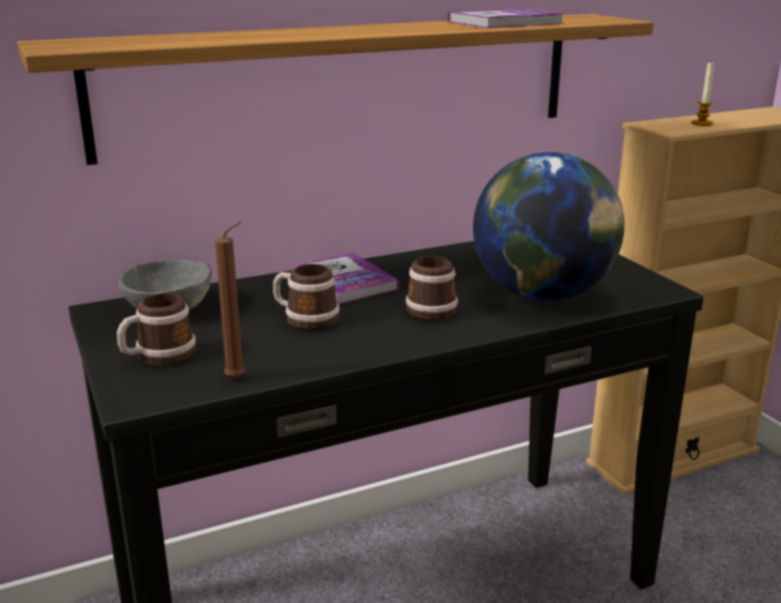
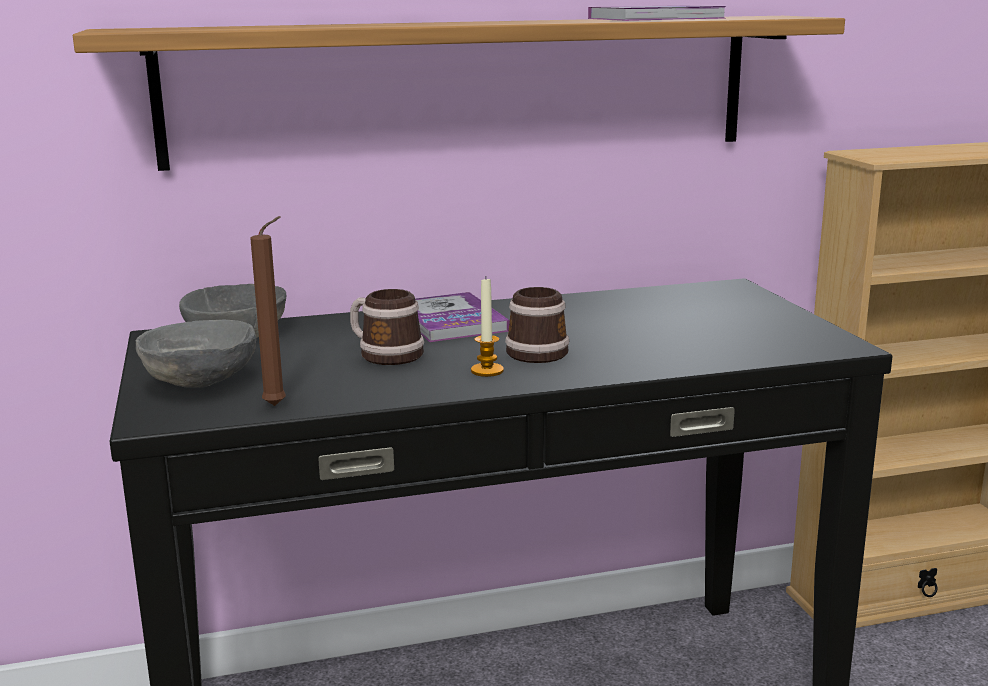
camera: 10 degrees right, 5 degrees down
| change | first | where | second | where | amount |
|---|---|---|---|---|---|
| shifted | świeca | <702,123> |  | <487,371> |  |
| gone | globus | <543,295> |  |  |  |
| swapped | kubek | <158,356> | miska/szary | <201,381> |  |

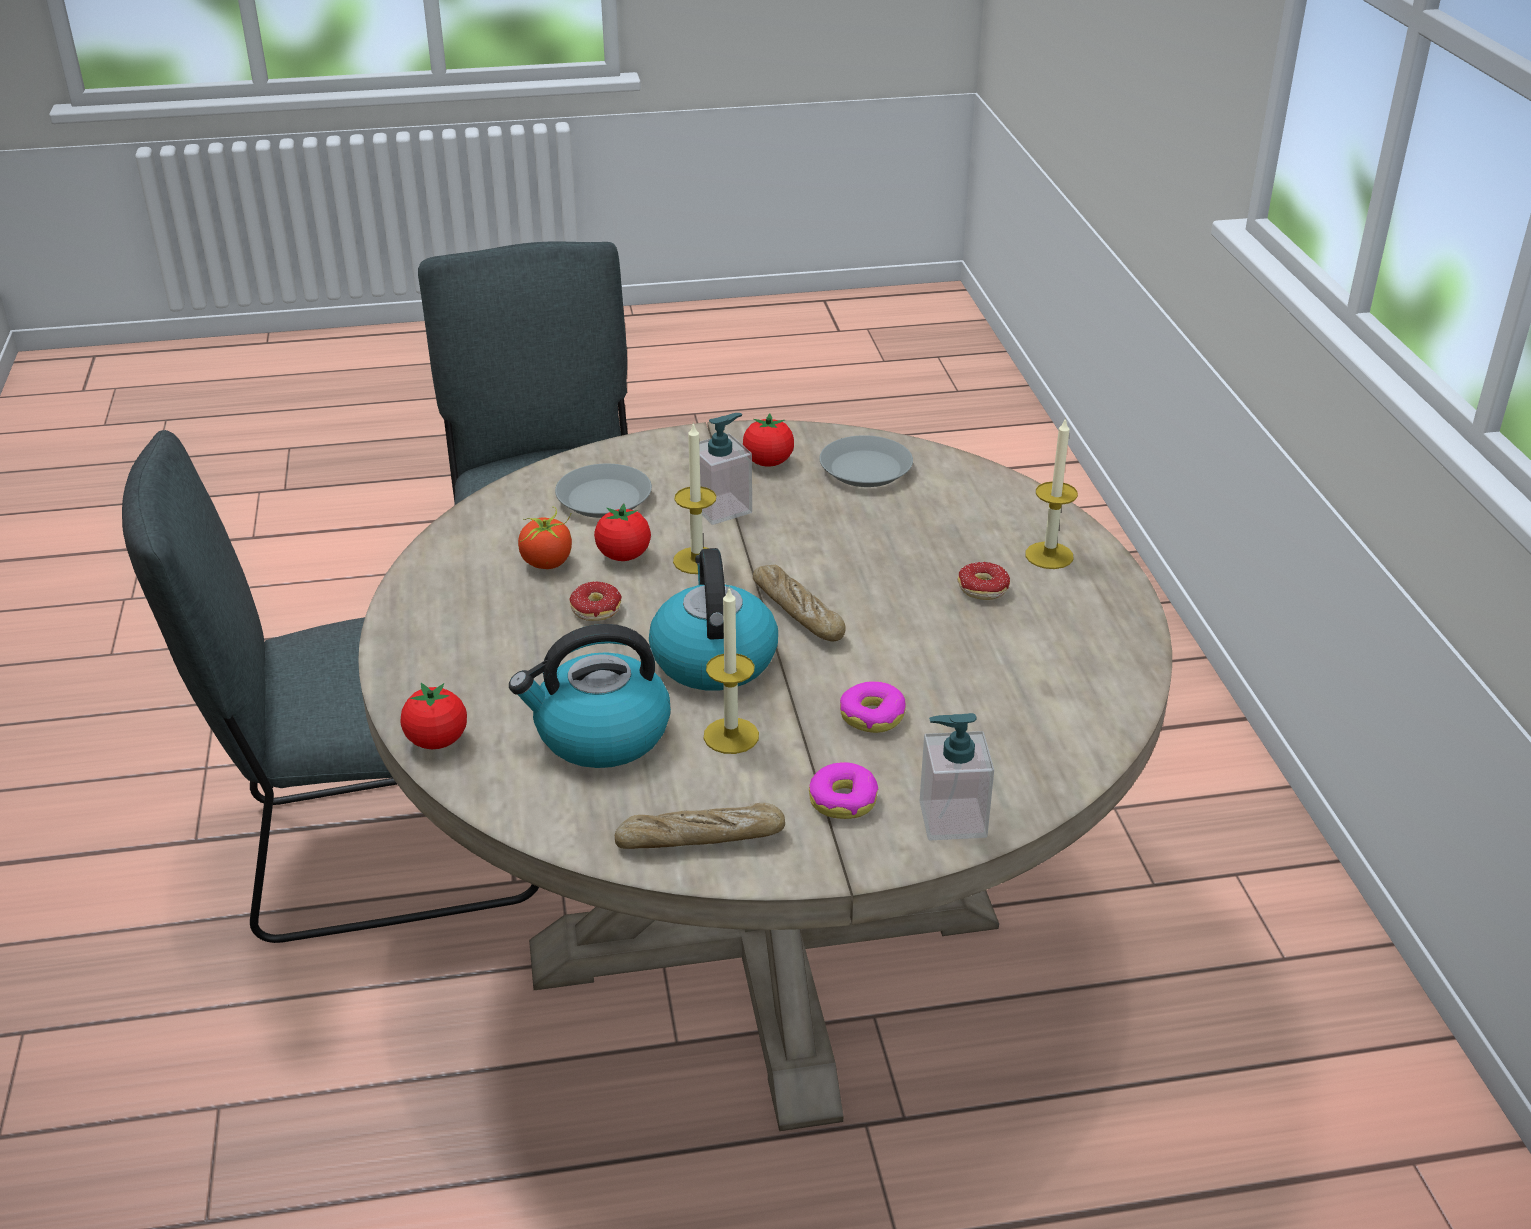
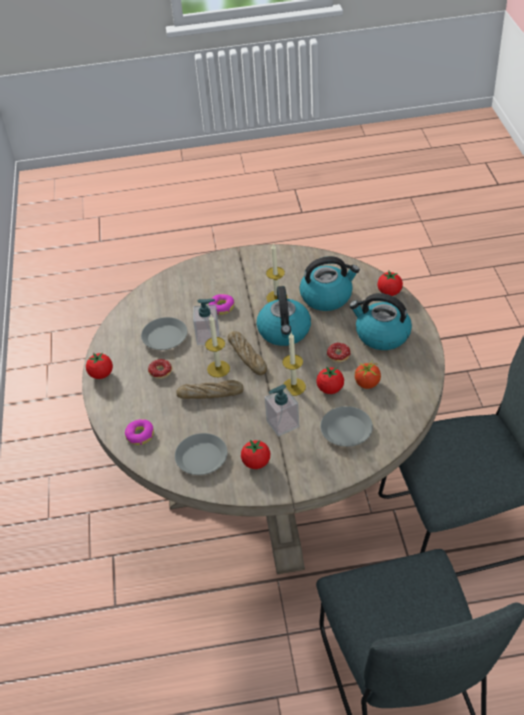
camera: 175 degrees left, 10 degrees up
| change | first | where | second | where | amount |
|---|---|---|---|---|---|
| shifted | świeca | <1049,555> |  | <218,369> |  |
| shifted | dozownik mydła | <952,819> |  | <208,336> |  |
| shifted | donut | <843,800> |  | <140,435> |  |
| shifted | chleb | <700,839> |  | <210,394> |  |
| new |  |  | czajnik | <381,335> |  |
| new |  |  | talerz/szary | <164,337> |  |
| new |  |  | pomidor | <101,374> |  |

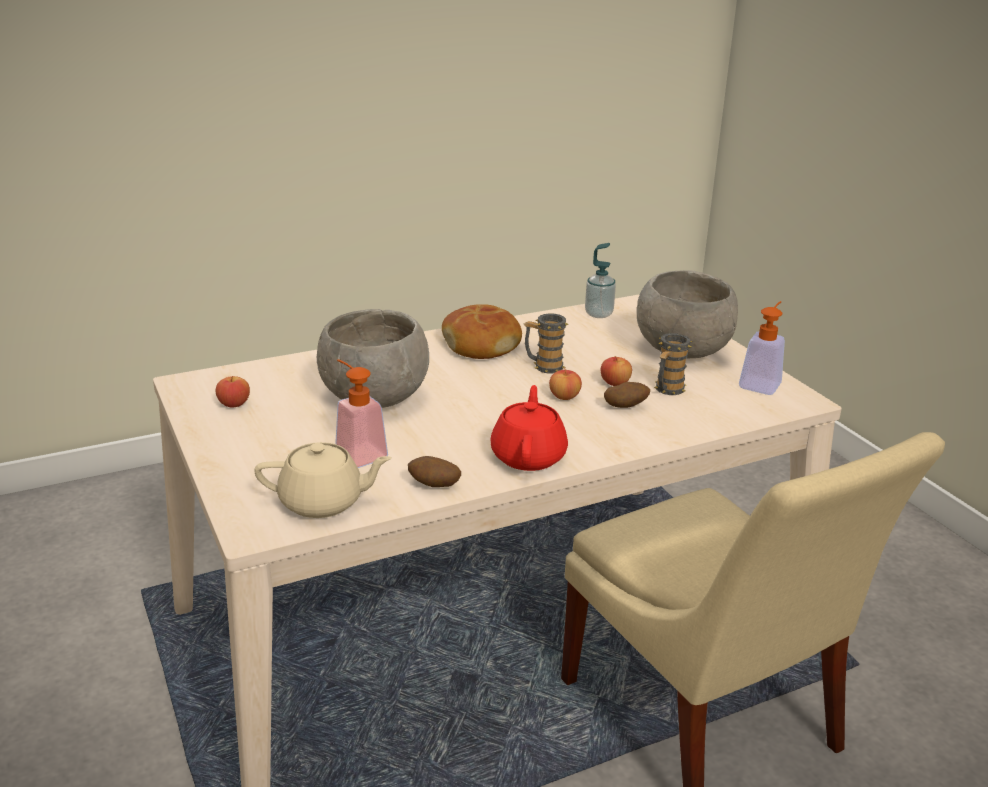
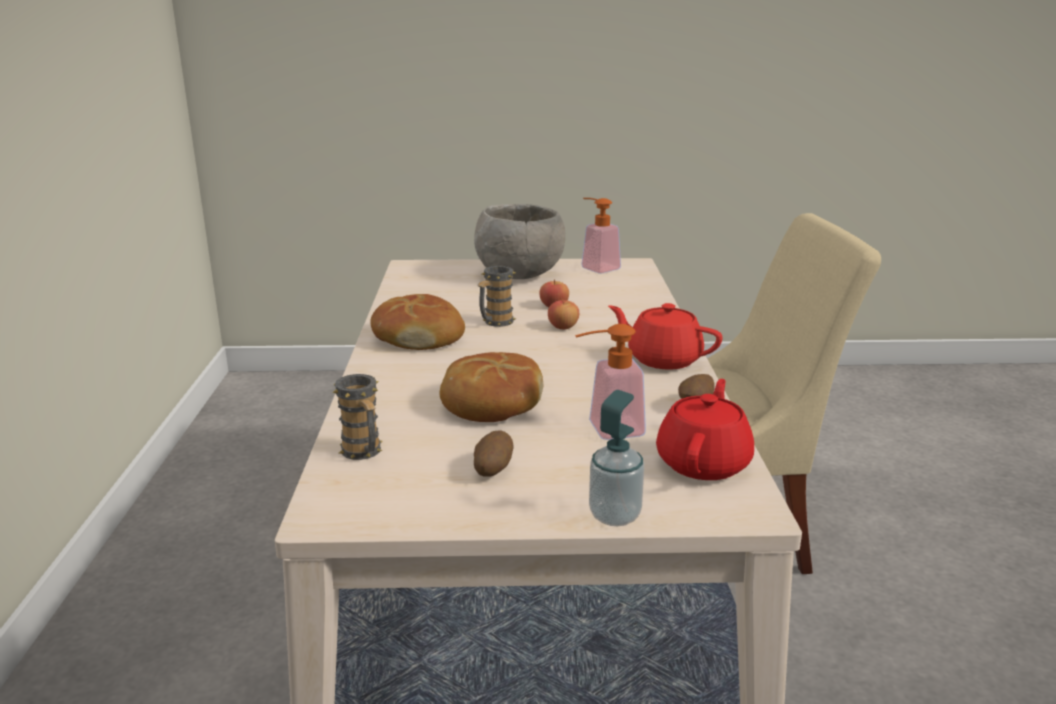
camera: 65 degrees left, 5 degrees down
| change | first | where | second | where | amount |
|---|---|---|---|---|---|
| shifted | dozownik mydła | <598,314> |  | <615,516> |  |
| swapped | miska/szary | <375,398> | chleb | <491,403> |  |
| shifted | kubek | <667,390> |  | <364,453> |  |
| gone | jabłko | <234,404> |  |  |  |
| shifted | ziemniak | <625,407> |  | <492,470> |  |
| repainted | imbryk/beżowy | <323,502> | imbryk/czerwony | <704,462> |  |

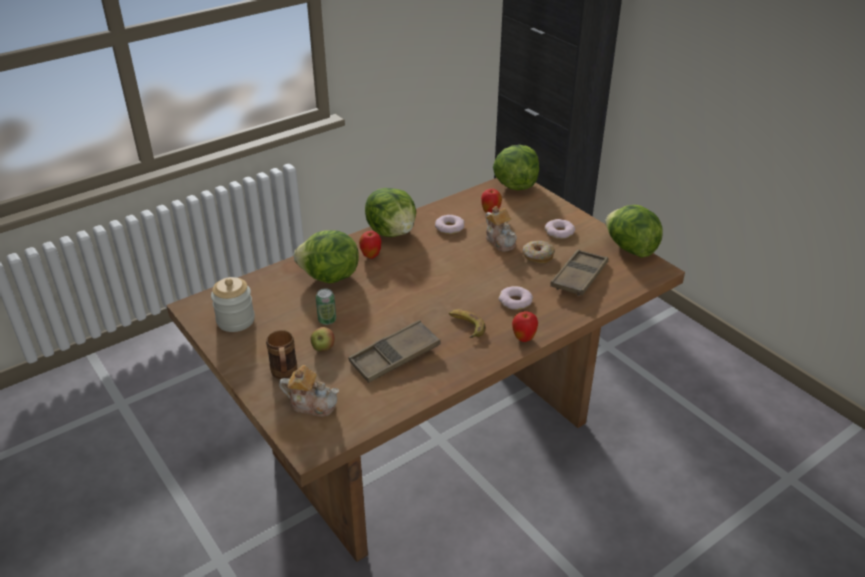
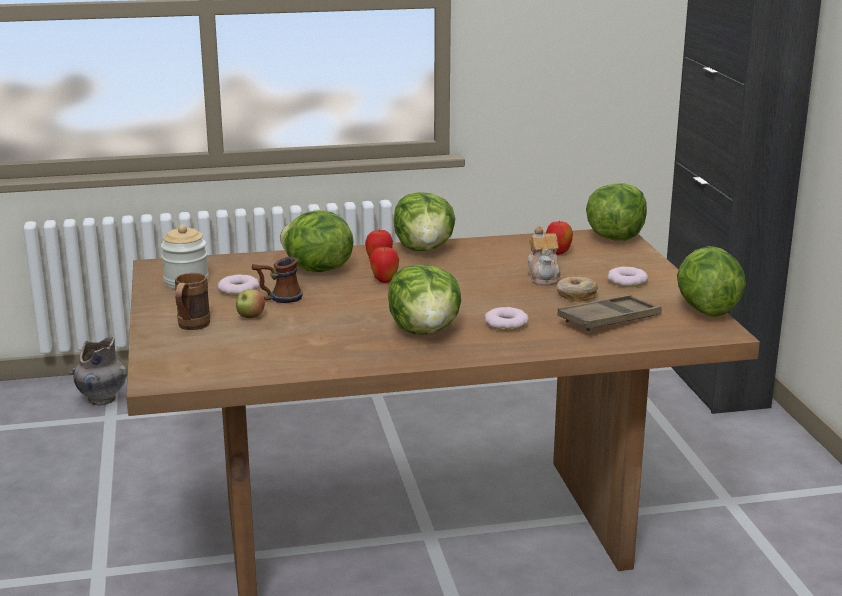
camera: 25 degrees right, 15 degrees down
| change | first | where | second | where | amount |
|---|---|---|---|---|---|
| shifted | donut | <449,227> |  | <238,290> |  |
| swapped | puszka | <327,320> | kubek | <278,298> |  |
| swapped | banan | <466,326> | sałata | <425,331> |  |
| shifted | jabłko | <523,338> |  | <384,281> |  |
| gone | taca/brązowy | <395,356> |  |  |  |
| gone | imbryk | <312,404> |  |  |  |
| new |  |  | wazon/szary | <101,399> |  |

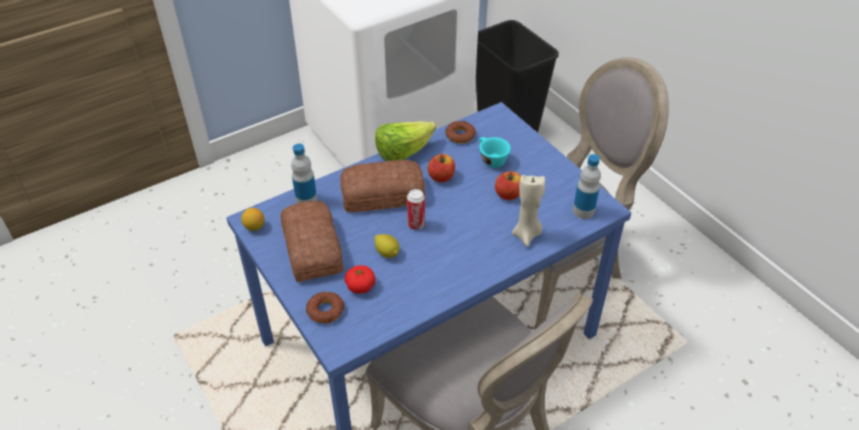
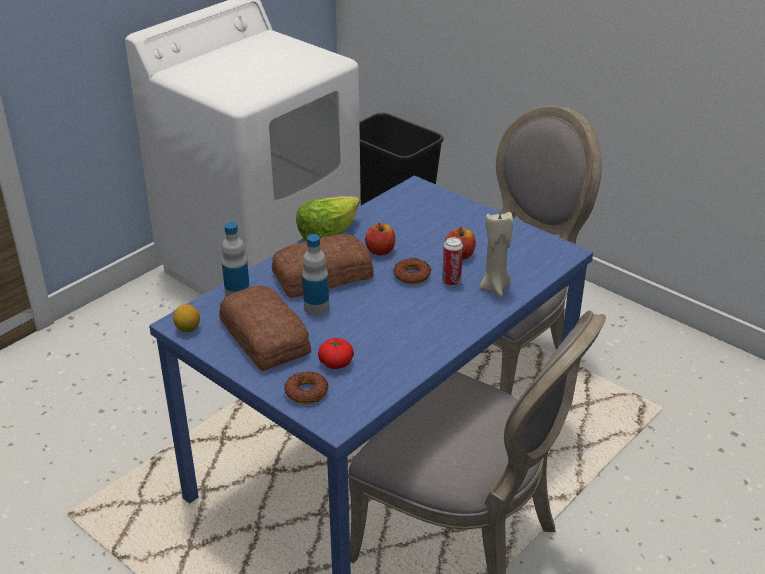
camera: 15 degrees left, 10 degrees down
| change | first | where | second | where | amount |
|---|---|---|---|---|---|
| shifted | donut | <460,135> |  | <412,275> |  |
| gone | filiżanka/turkusowy | <490,159> |  |  |  |
| shifted | butelka | <583,211> |  | <316,308> |  |
| shifted | puszka | <416,225> |  | <451,281> |  |
| gone | cytryna | <387,253> |  |  |  |

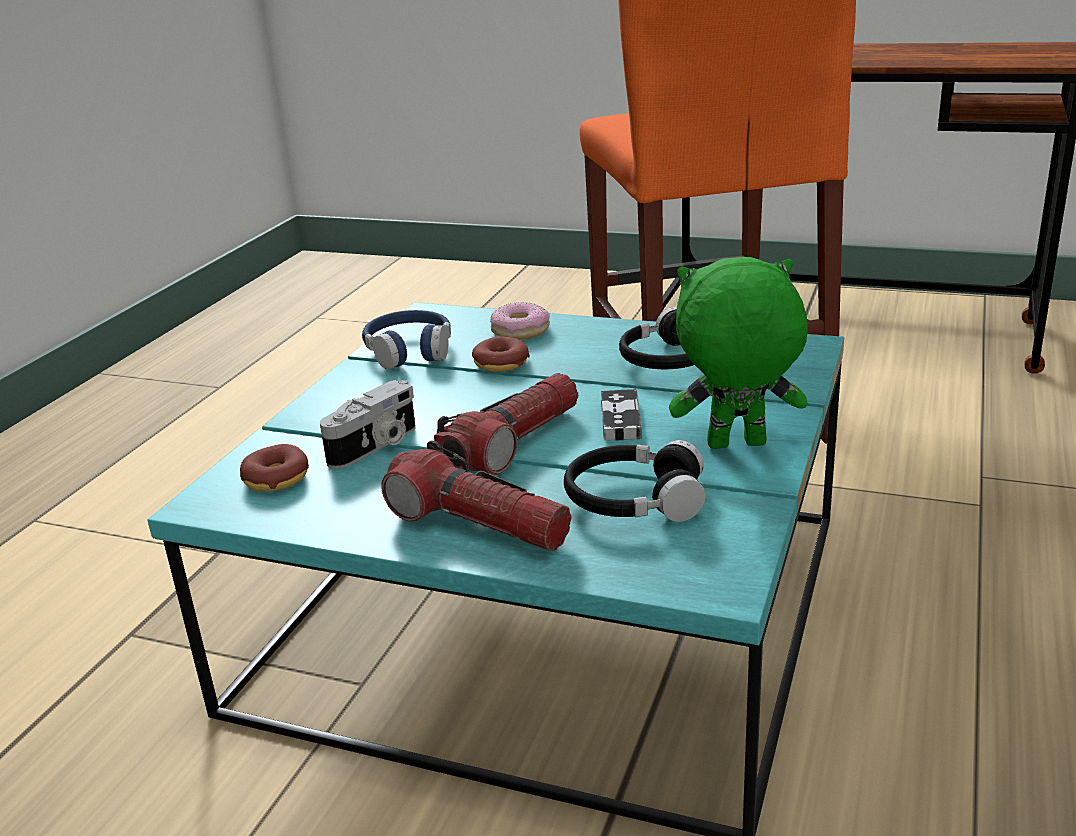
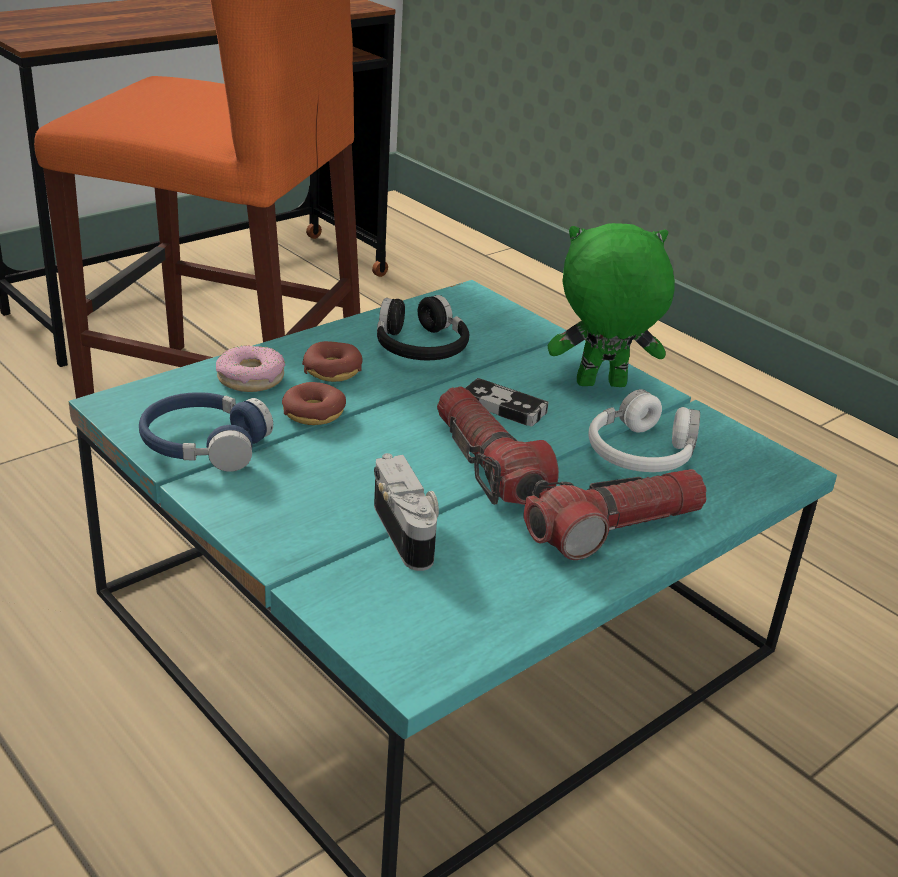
camera: 65 degrees left, 5 degrees up
| change | first | where | second | where | amount |
|---|---|---|---|---|---|
| rotated | pluszak/zielony | <736,446> |  | <600,385> | 60 degrees clockwise |
| repainted | słuchawki/czarny | <634,500> | słuchawki/biały | <641,452> |  |
| shifted | donut | <276,478> |  | <332,370> |  |

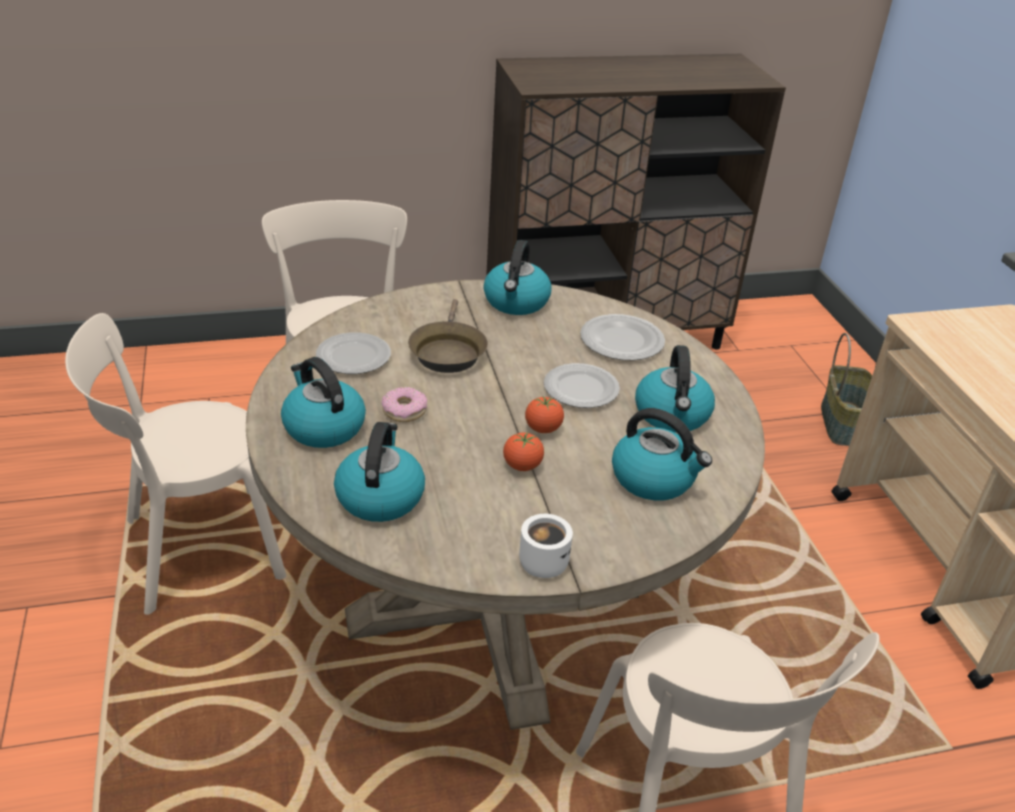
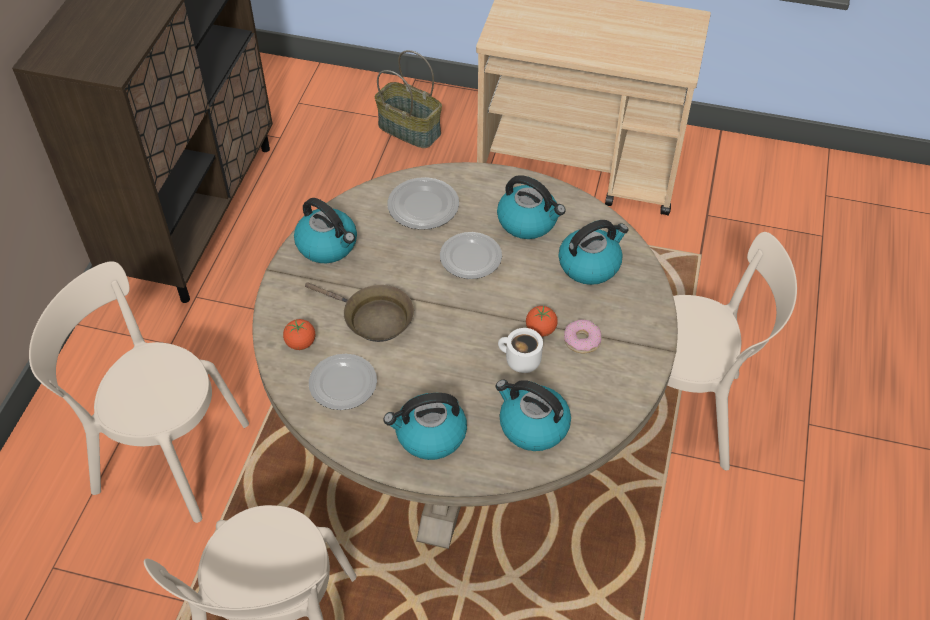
camera: 60 degrees left, 15 degrees up
| change | first | where | second | where | amount |
|---|---|---|---|---|---|
| shifted | donut | <404,410> |  | <582,340> |  |
| shifted | pomidor | <543,429> |  | <301,343> |  |
| shifted | kubek/biały | <540,560> |  | <519,361> |  |

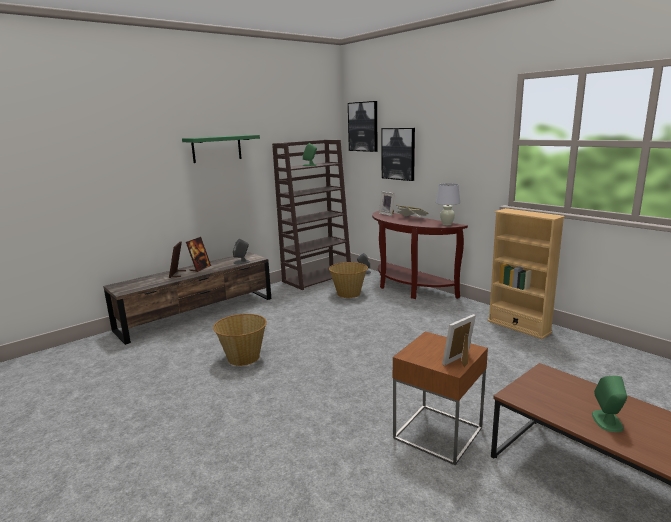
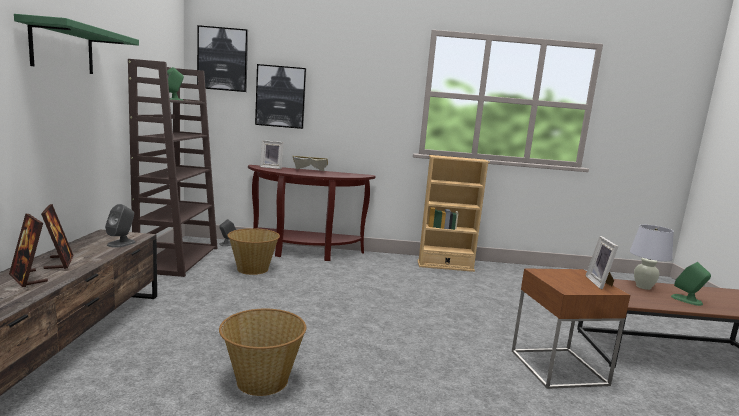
camera: 50 degrees left, 5 degrees down
| change | first | where | second | where | amount |
|---|---|---|---|---|---|
| shifted | lampa stołowa/biały | <447,224> |  | <643,287> |  |

